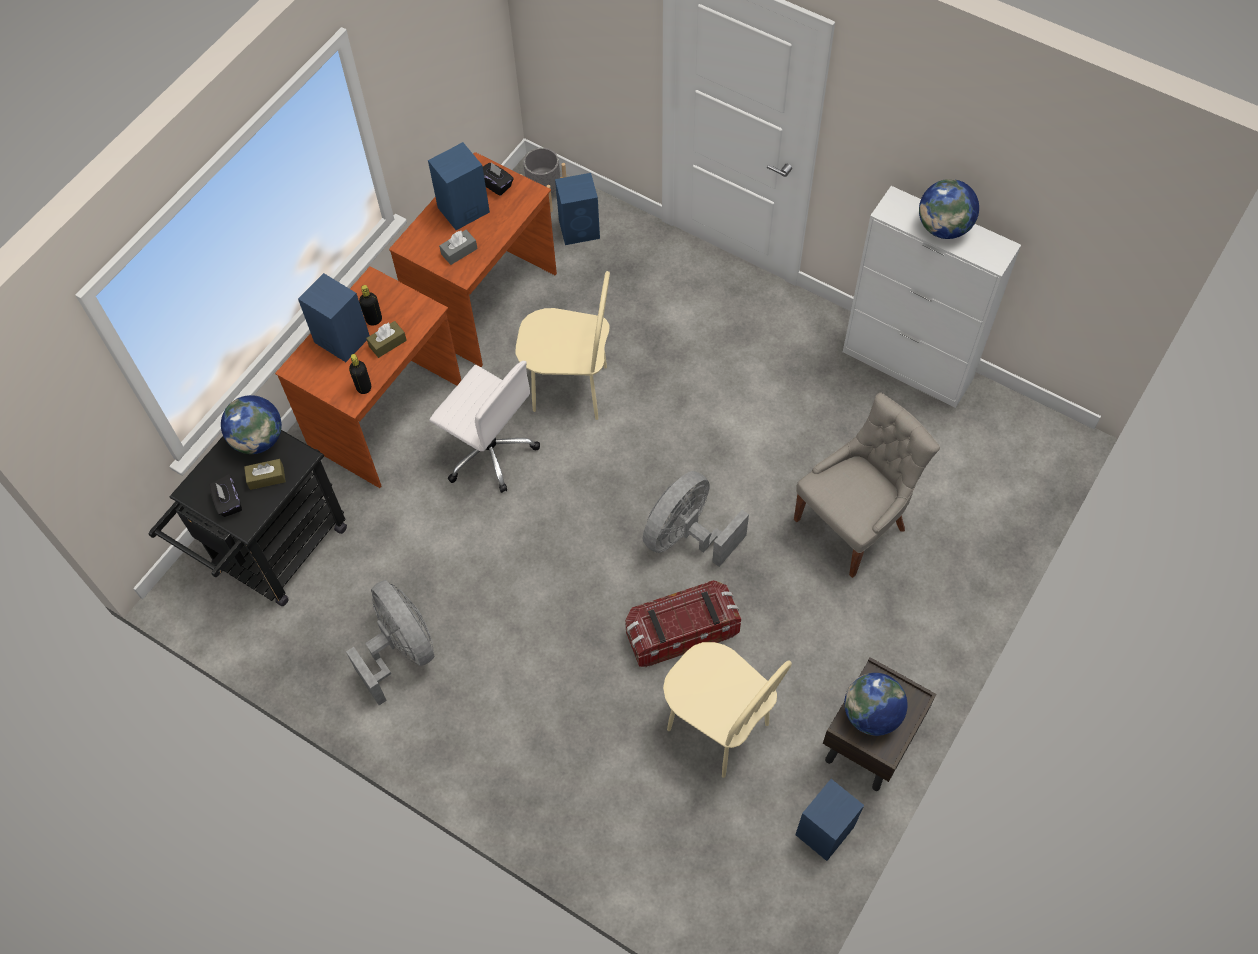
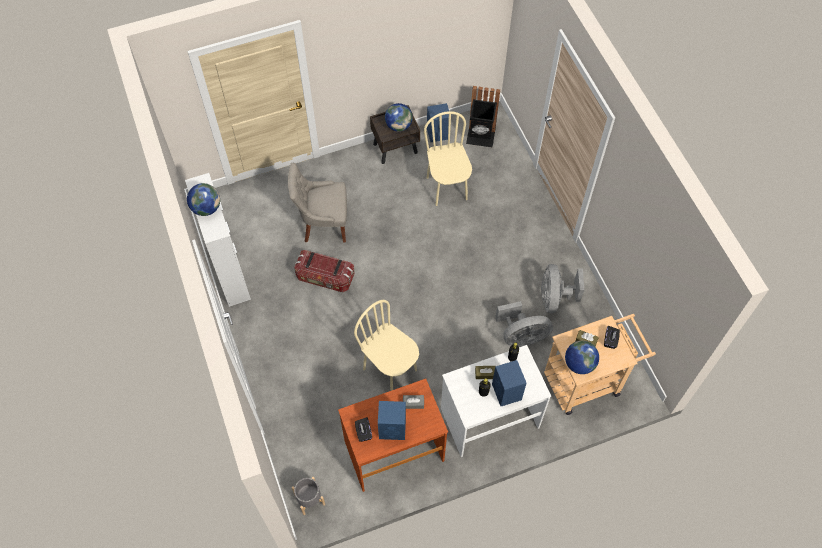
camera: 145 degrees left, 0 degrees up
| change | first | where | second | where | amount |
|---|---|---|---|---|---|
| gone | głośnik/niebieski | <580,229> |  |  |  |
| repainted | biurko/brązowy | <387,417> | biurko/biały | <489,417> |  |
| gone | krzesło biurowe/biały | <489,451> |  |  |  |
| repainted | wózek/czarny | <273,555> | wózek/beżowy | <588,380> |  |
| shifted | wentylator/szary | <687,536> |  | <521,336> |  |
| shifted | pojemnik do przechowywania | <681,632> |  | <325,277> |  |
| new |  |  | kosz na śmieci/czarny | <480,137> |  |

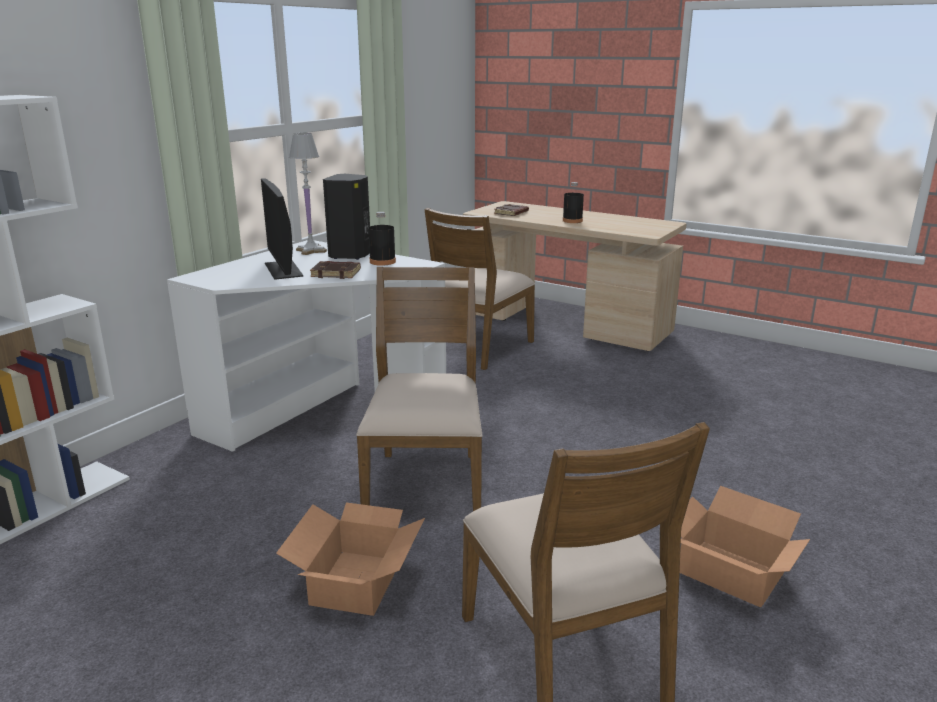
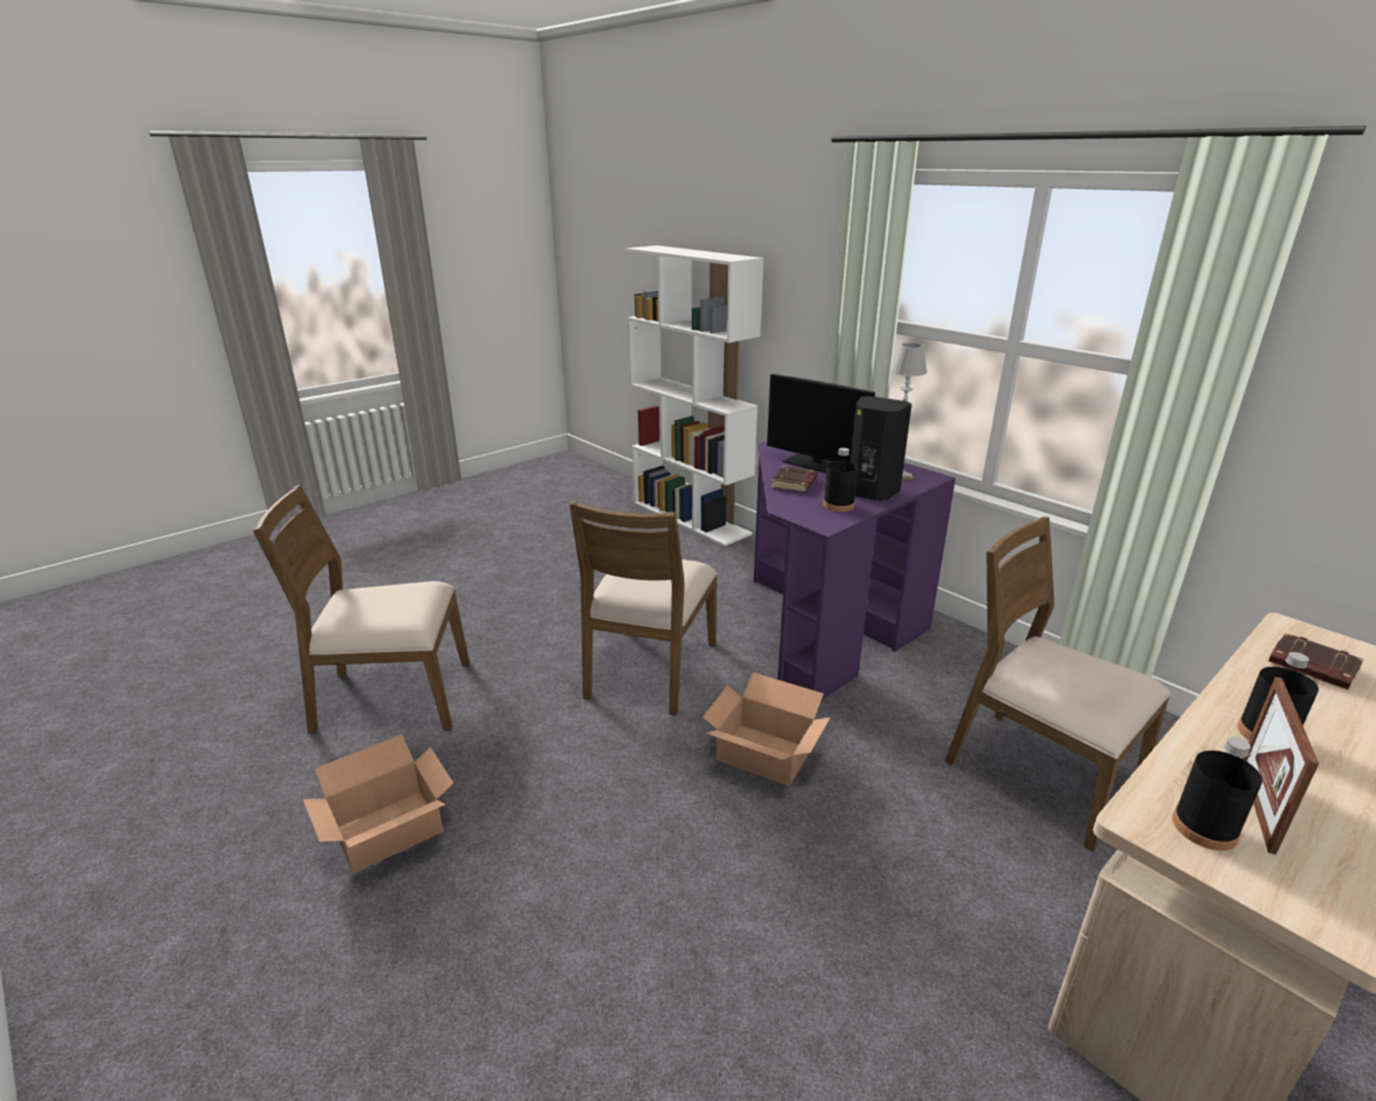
camera: 105 degrees right, 5 degrees up
| change | first | where | second | where | amount |
|---|---|---|---|---|---|
| rotated | monitor | <283,270> |  | <816,464> | 135 degrees counterclockwise |
| repainted | biurko/biały | <321,413> | biurko/fioletowy | <819,624> |  |
| rotated | krzesło/brązowy | <426,486> |  | <649,669> | 90 degrees clockwise |
| shifted | karton | <358,582> |  | <764,755> |  |
| new |  |  | ramka na zdjęcie | <1256,804> |  |
| new |  |  | butelka/czarny | <1204,828> |  |

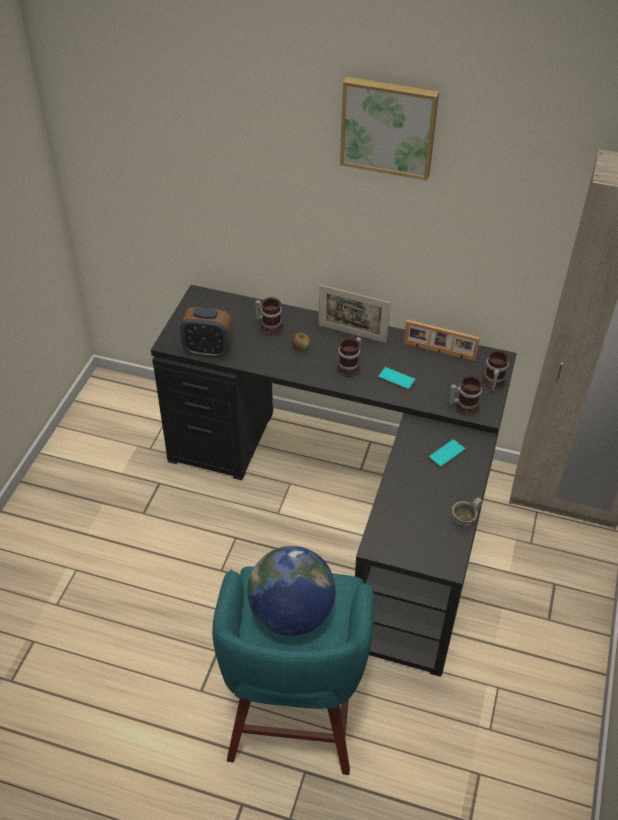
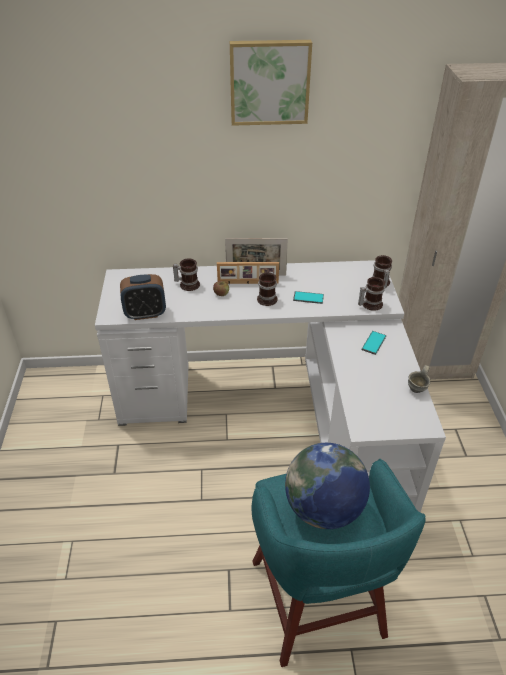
camera: 20 degrees left, 5 degrees down
| change | first | where | second | where | amount |
|---|---|---|---|---|---|
| repainted | biurko/czarny | <353,498> | biurko/biały | <280,411> |  |
| shifted | ramka na zdjęcie | <439,352> |  | <248,283> |  |

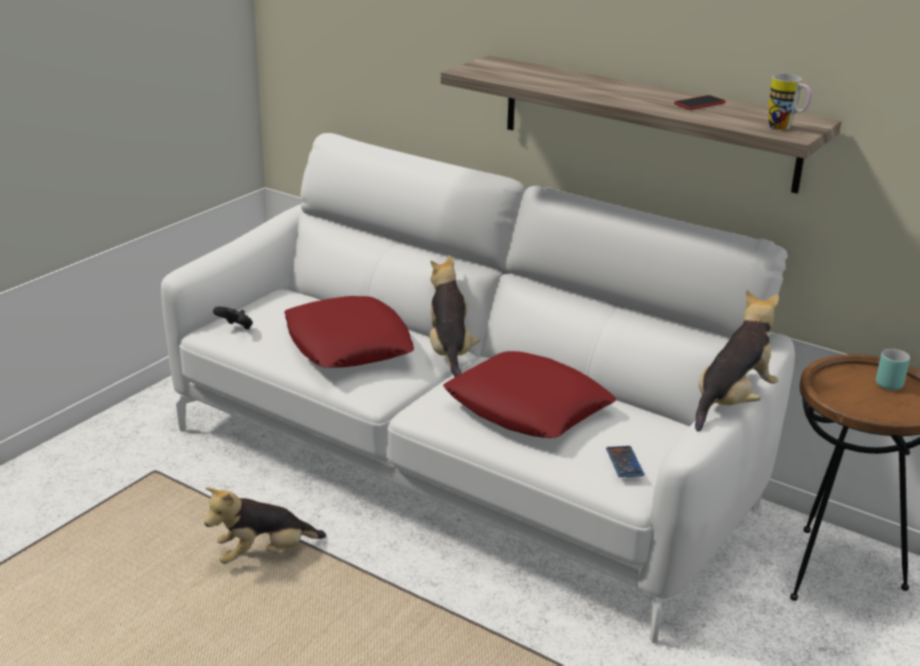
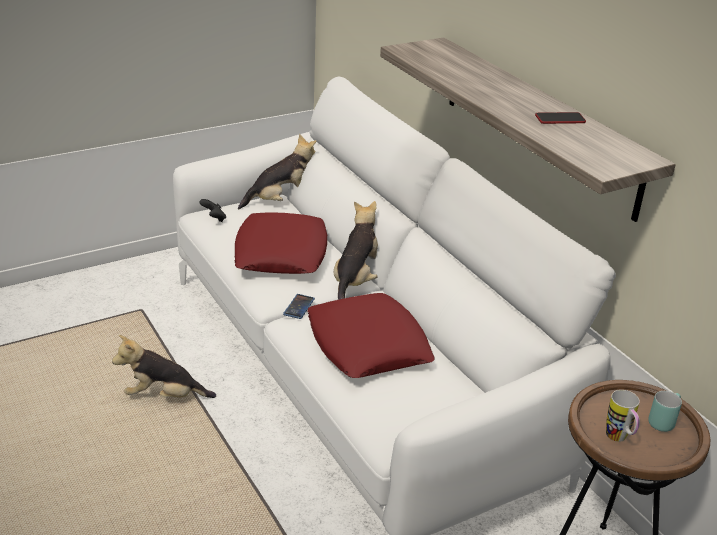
camera: 25 degrees right, 5 degrees up
| change | first | where | second | where | amount |
|---|---|---|---|---|---|
| shifted | kubek | <785,128> |  | <619,439> |  |
| shifted | pluszak | <732,402> |  | <281,201> |  |
| shifted | telefon | <624,462> |  | <299,307> |  |

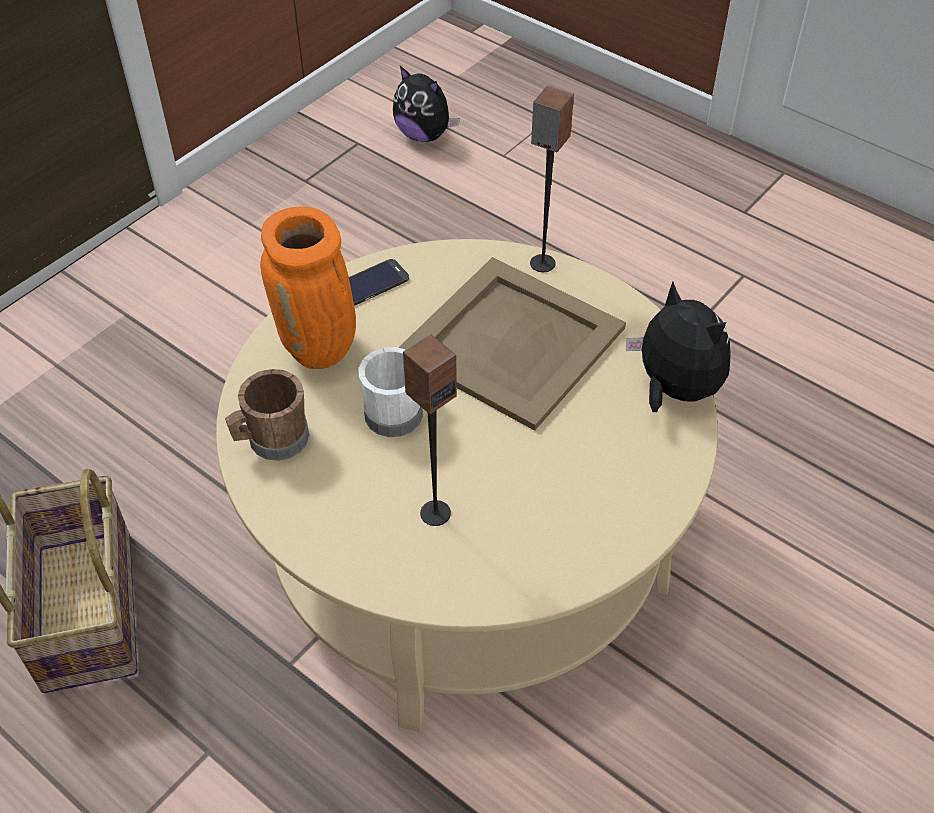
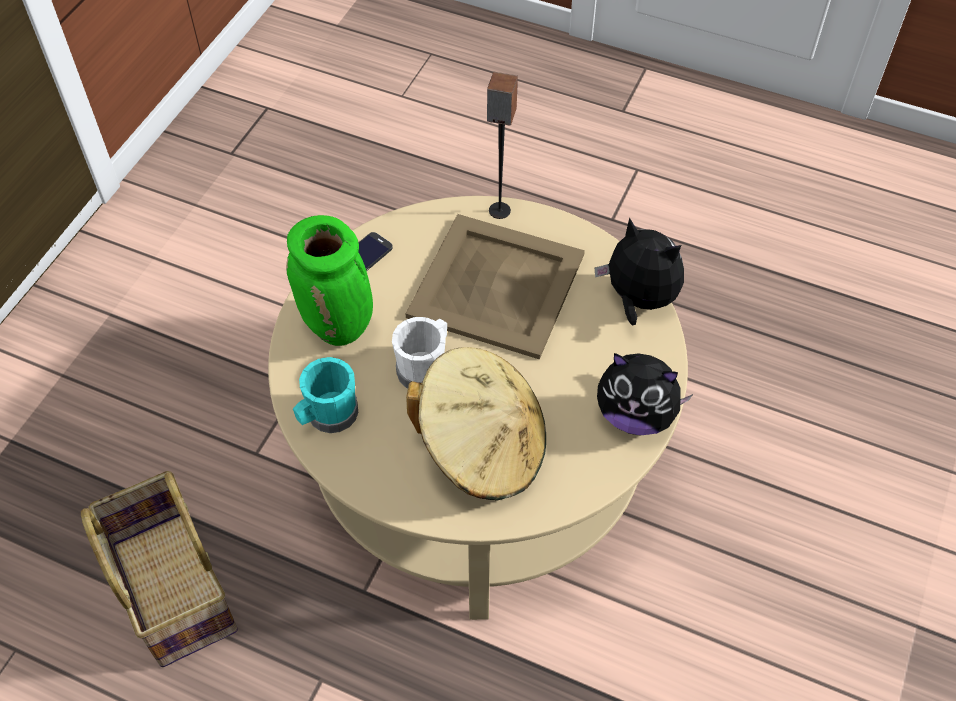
camera: 15 degrees left, 5 degrees up
| change | first | where | second | where | amount |
|---|---|---|---|---|---|
| shifted | pluszak | <424,135> |  | <635,415> |  |
| repainted | wazon/pomarańczowy | <319,350> | wazon/zielony | <339,327> |  |
| swapped | głośnik | <435,512> | kapelusz/beżowy | <482,447> |  |
| repainted | kubek/brązowy | <272,440> | kubek/turkusowy | <328,416> |  |

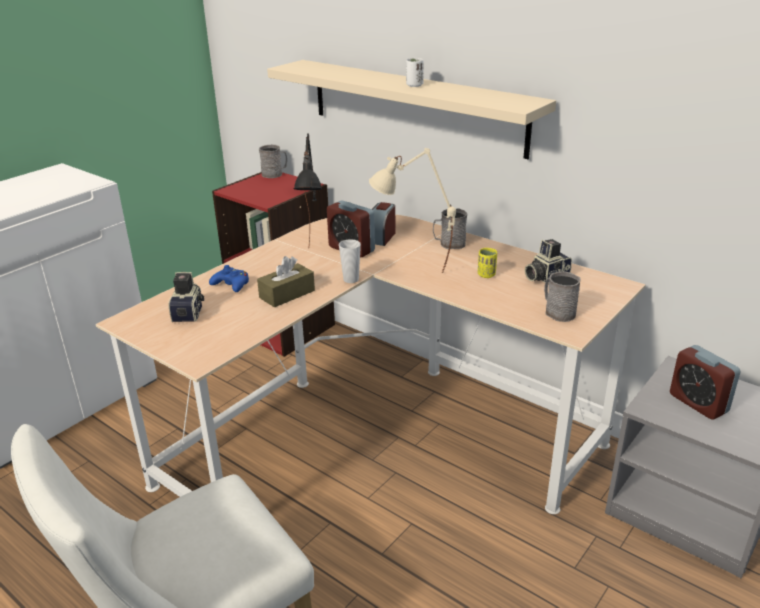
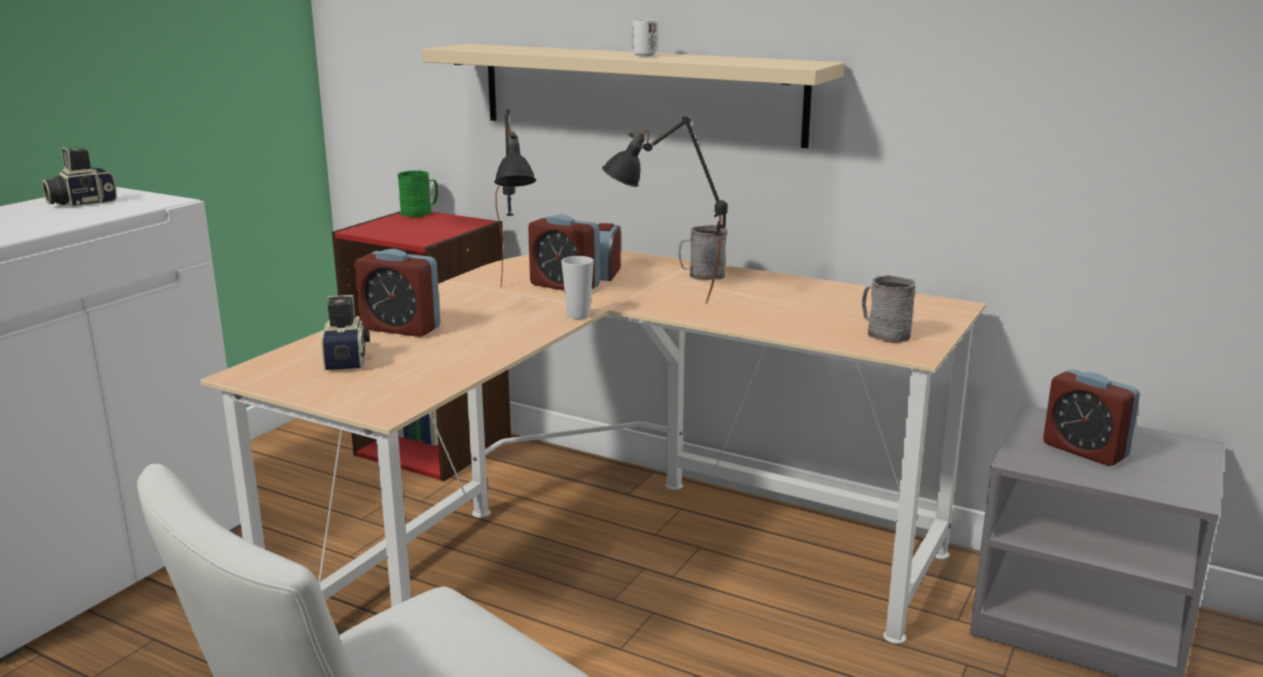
camera: 10 degrees left, 10 degrees down
| change | first | where | second | where | amount |
|---|---|---|---|---|---|
| repainted | kubek/szary | <275,174> | kubek/zielony | <420,213> |  |
| repainted | lampa stołowa/beżowy | <411,274> | lampa stołowa/czarny | <663,306> |  |
| shifted | aparat fotograficzny | <545,276> |  | <81,203> |  |
| gone | filiżanka/żółty | <486,275> |  |  |  |
| gone | pudełko chusteczek/brązowy | <287,294> |  |  |  |
| swapped | pad do gier/niebieski | <231,284> | budzik | <400,328> |  |

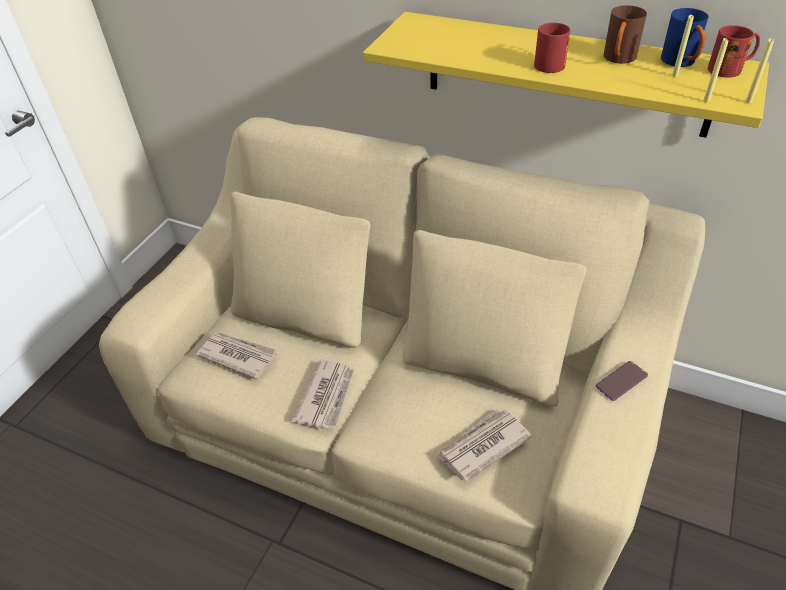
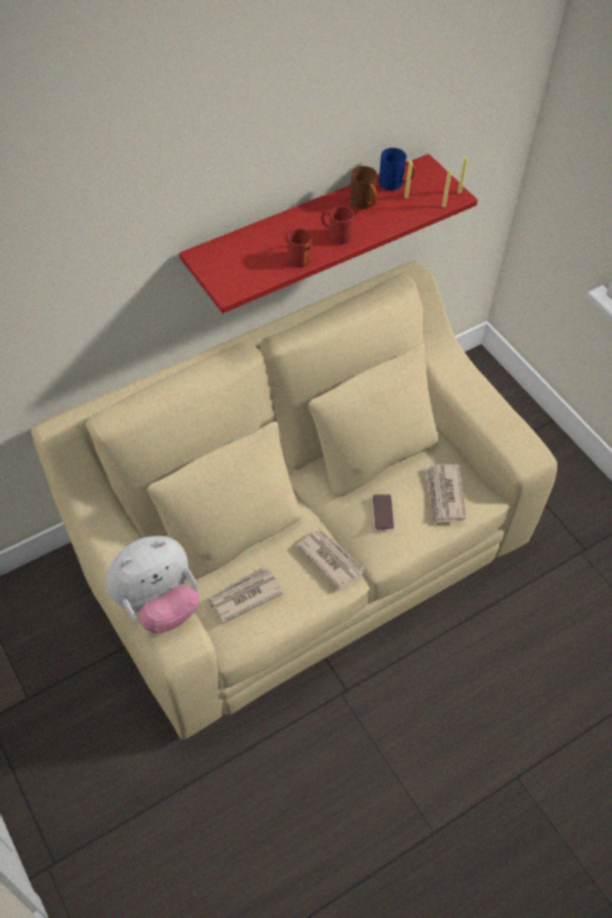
camera: 60 degrees left, 10 degrees up
| change | first | where | second | where | amount |
|---|---|---|---|---|---|
| repainted | półka/żółty | <565,74> | półka/czerwony | <309,226> |  |
| shifted | kubek/czerwony | <730,69> |  | <301,255> |  |
| shifted | telefon | <621,381> |  | <383,512> |  |
| new |  |  | pluszak | <158,603> |  |

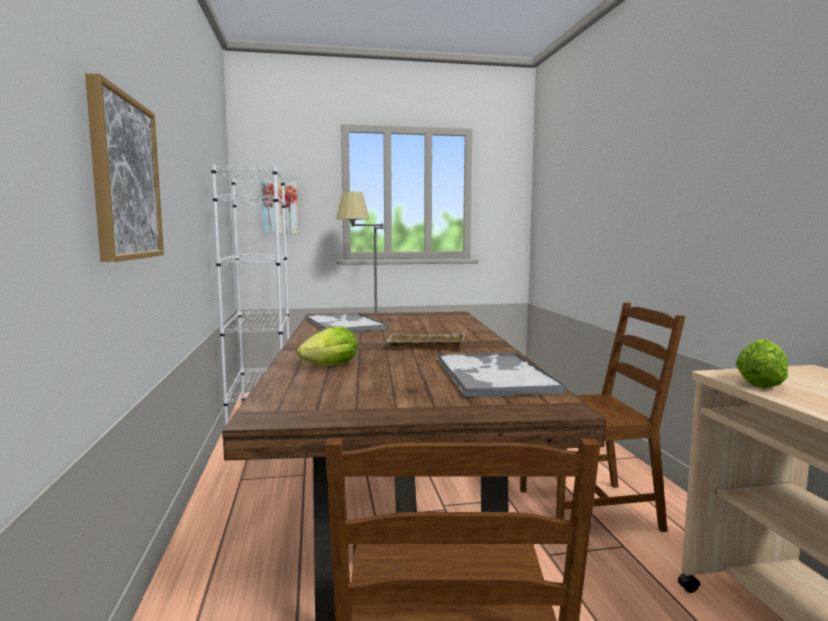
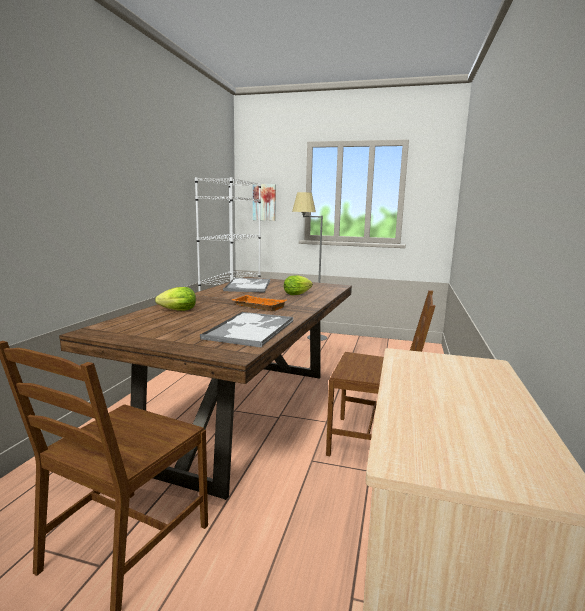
camera: 25 degrees right, 5 degrees up
| change | first | where | second | where | amount |
|---|---|---|---|---|---|
| gone | obraz | <124,178> |  |  |  |
| repainted | taca/beżowy | <425,347> | taca/pomarańczowy | <257,306> |  |
| shifted | sałata | <760,383> |  | <298,294> |  |

